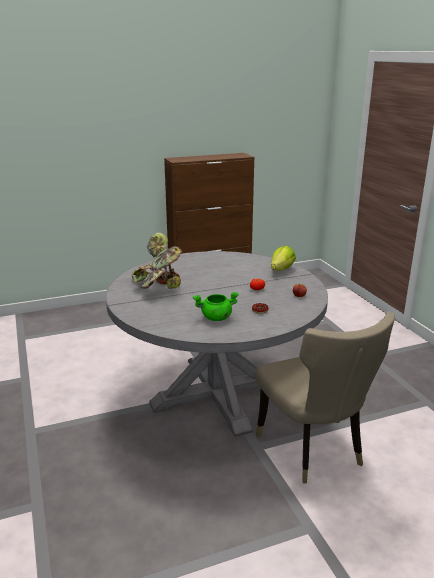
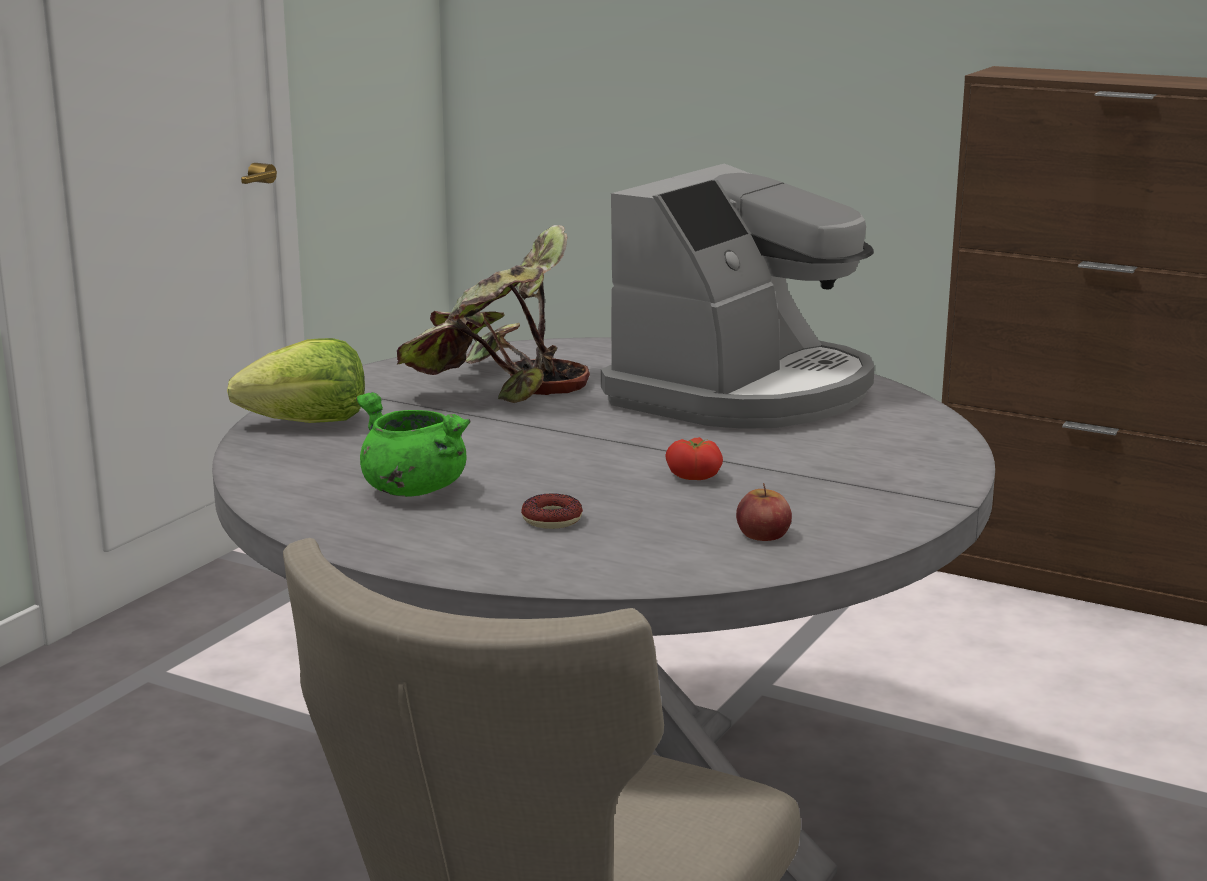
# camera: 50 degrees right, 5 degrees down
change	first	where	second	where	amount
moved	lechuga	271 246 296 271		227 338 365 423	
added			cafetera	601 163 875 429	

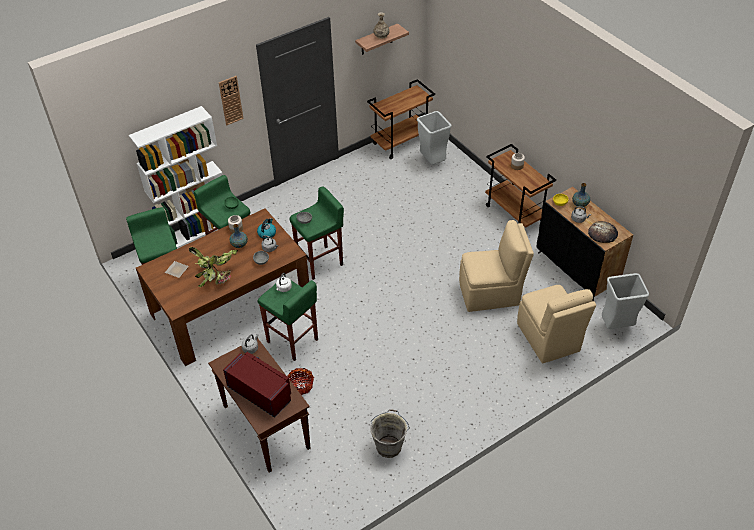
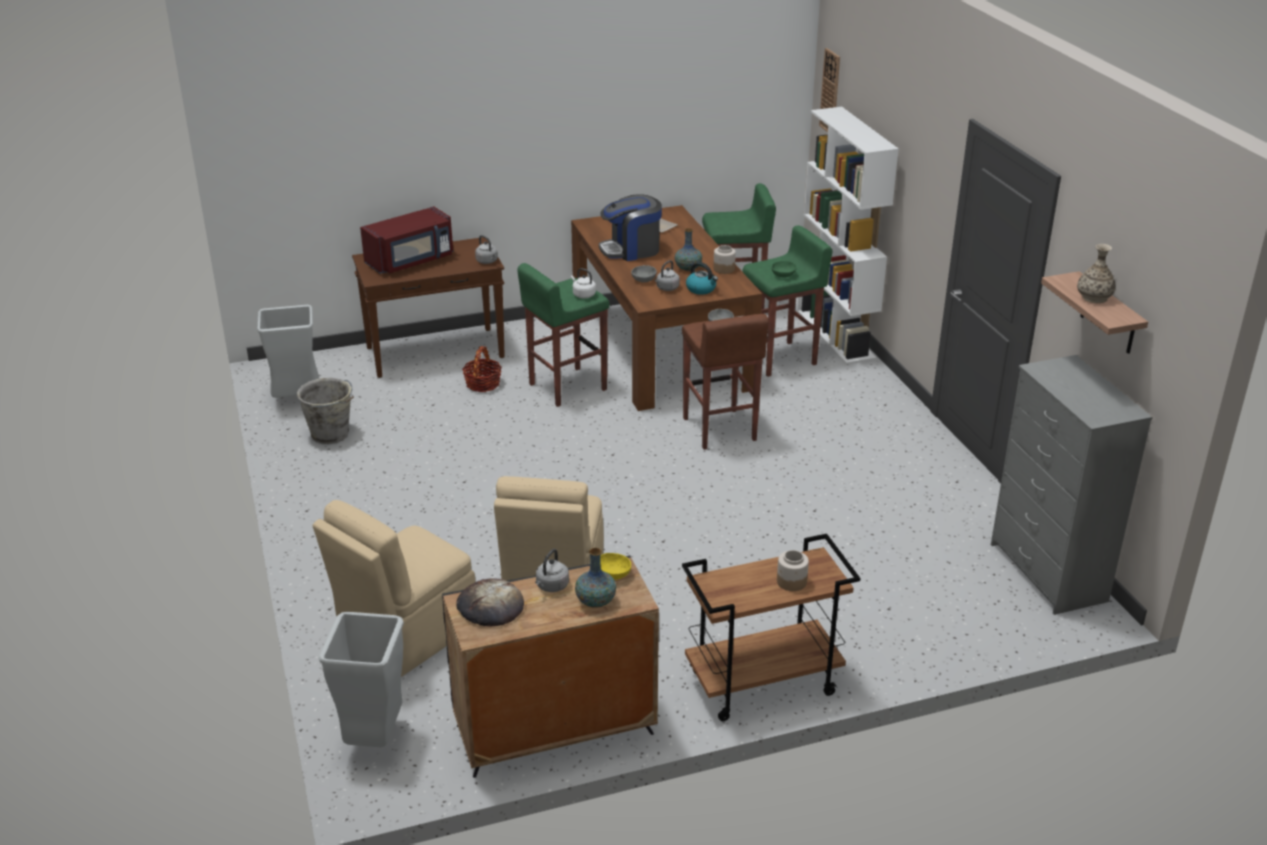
# camera: 105 degrees right, 15 degrees down
change	first	where	second	where	amount
replaced	planta en maceta	189 247 238 287	cafetera	599 194 662 261	
moved	reloj de pared	219 76 244 125		819 48 840 132	
recoloured	taburete [verde]	290 186 344 280	taburete [marrón]	682 314 768 450	
replaced	carrito [marrón]	367 79 435 159	cómoda [gris]	991 355 1153 615	
moved	papelera [gris]	417 111 451 165		257 305 319 398	
turned	silla [beis]	517 285 596 363		313 500 476 677	45 degrees counterclockwise

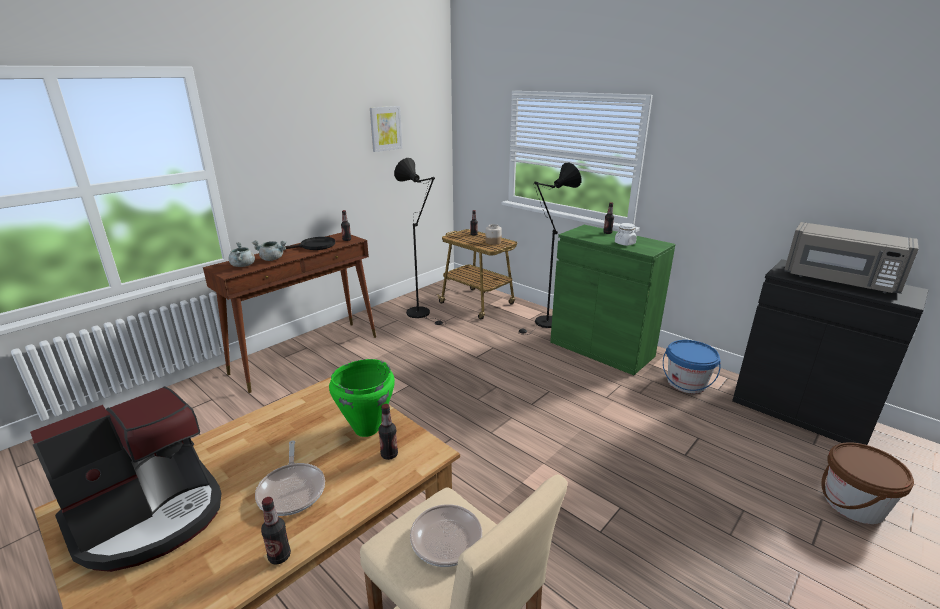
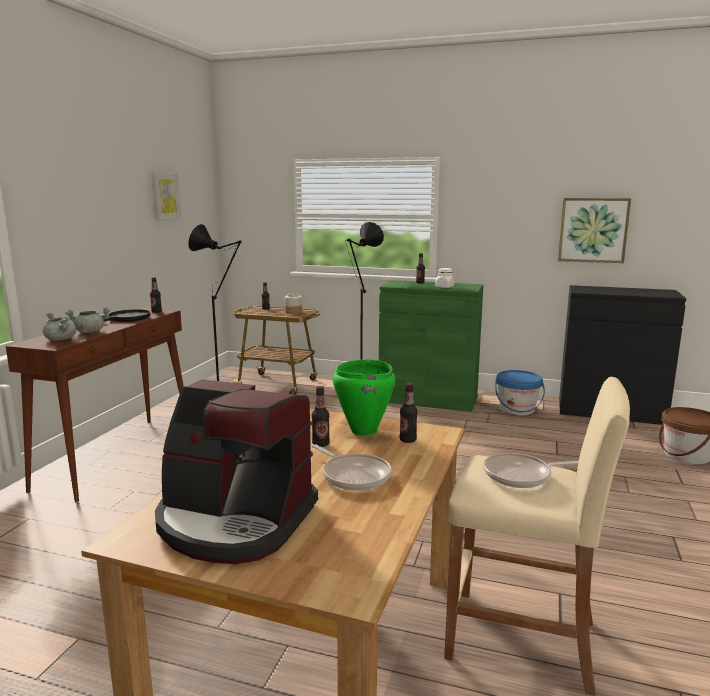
# camera: 25 degrees left, 10 degrees down
change	first	where	second	where	amount
turned	cafetera	30 386 221 572		155 379 318 564	90 degrees clockwise
moved	botella	261 497 291 564		312 386 330 447	
removed	microondas [gris]	784 222 919 294			
added			cuadro	558 198 631 263	

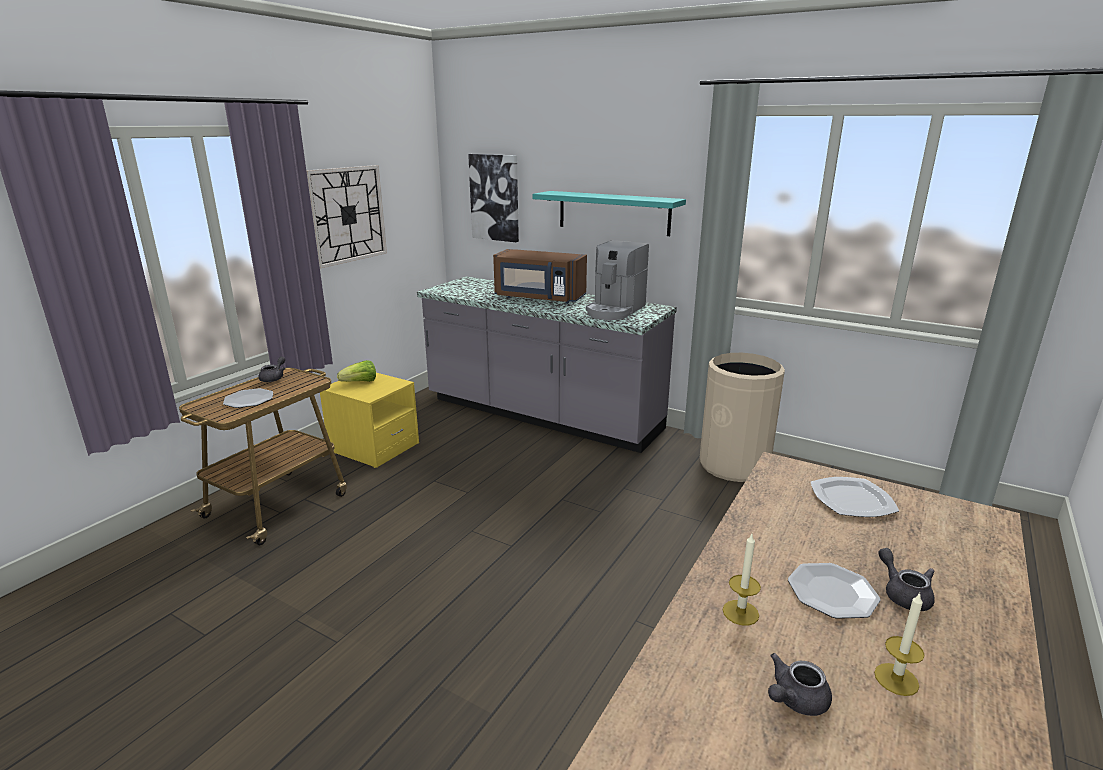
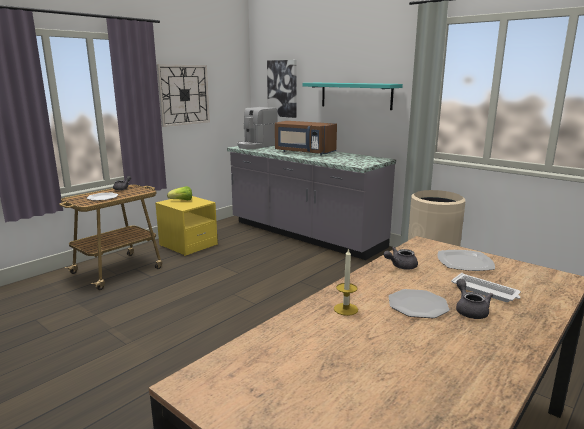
# camera: 10 degrees right, 5 degrees down
change	first	where	second	where	amount
moved	cafetera	586 240 649 320		237 107 277 149	
moved	tetera [gris]	768 653 832 716		383 247 418 269	
removed	vela	874 593 925 696			
added			bandeja [blanco]	451 273 521 302	

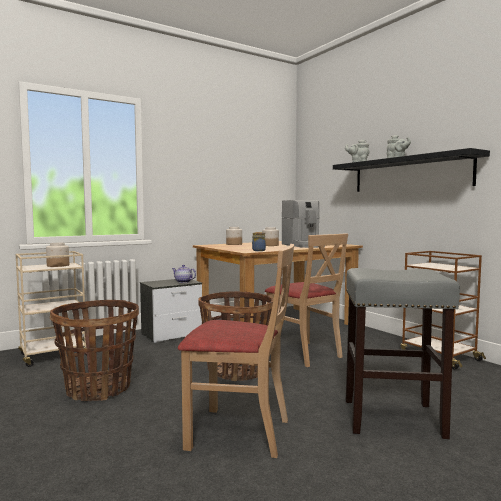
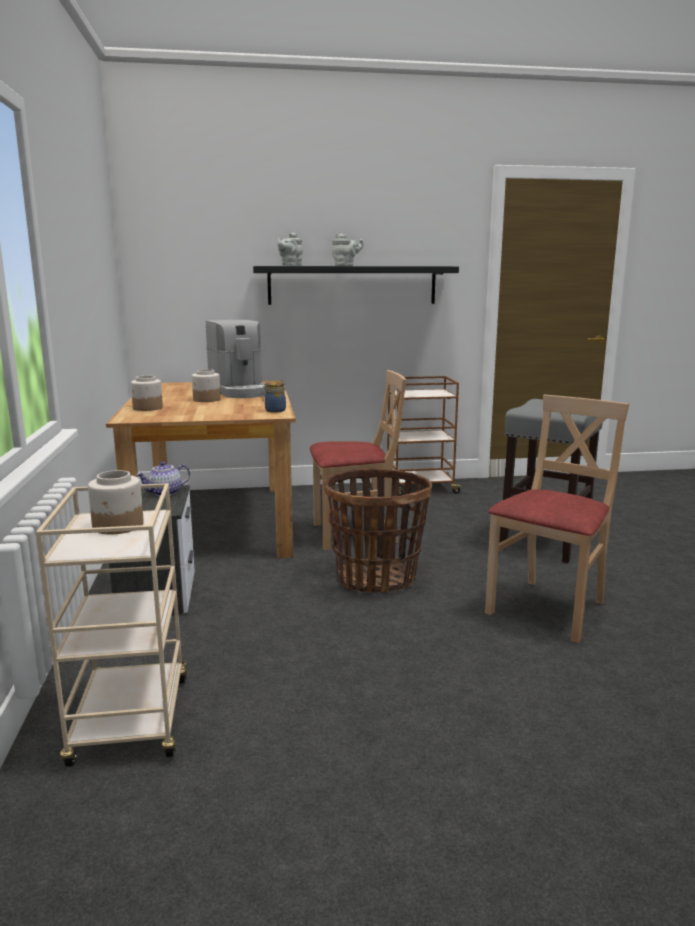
# camera: 65 degrees left, 10 degrees up
change	first	where	second	where	amount
removed	cesta	50 300 139 401			
turned	cafetera	282 200 325 248		206 319 265 398	60 degrees clockwise

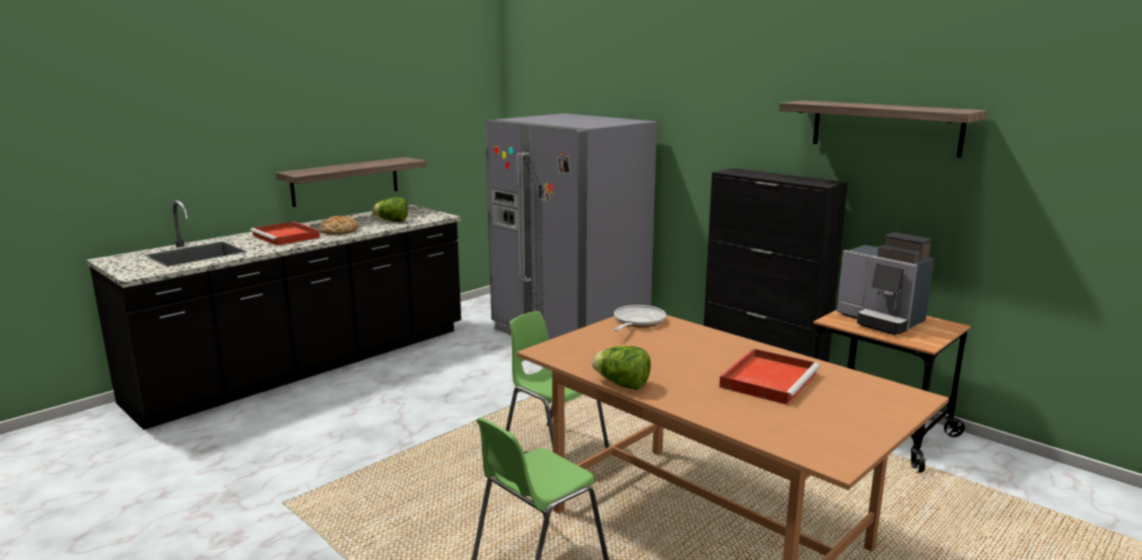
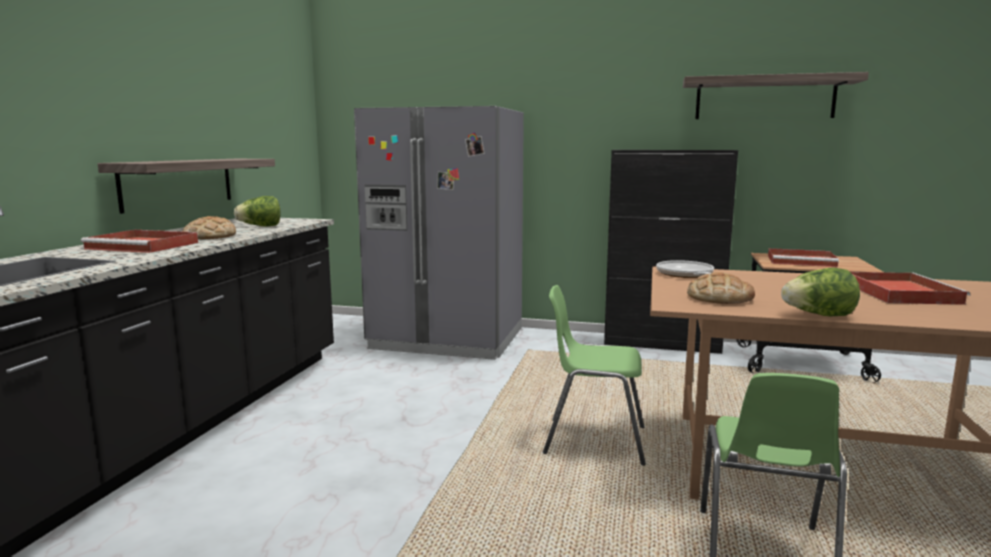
# camera: 30 degrees left, 5 degrees down
change	first	where	second	where	amount
replaced	cafetera	837 232 934 335	bandeja [rojo]	768 248 839 267	
added			pan	687 272 755 304	

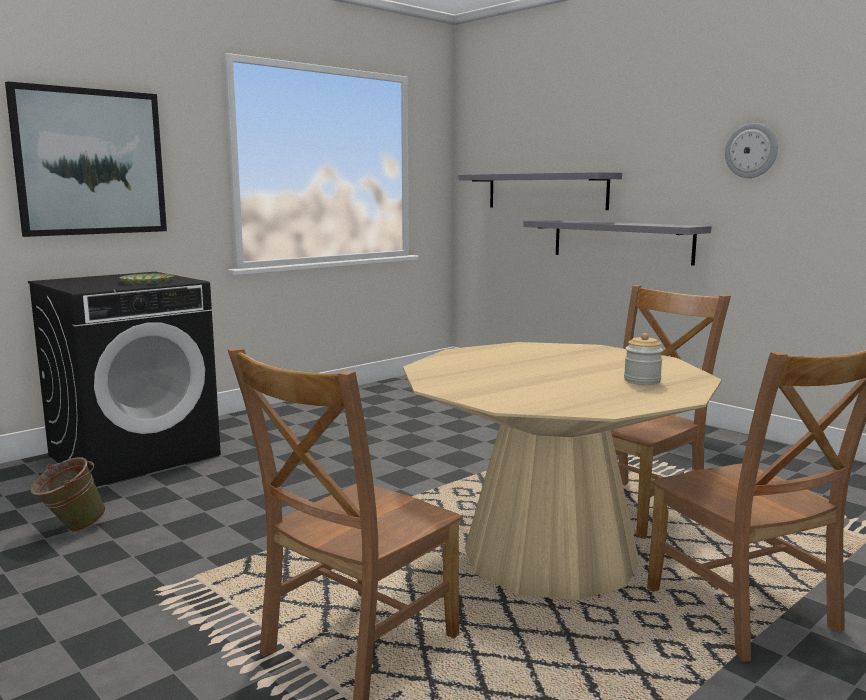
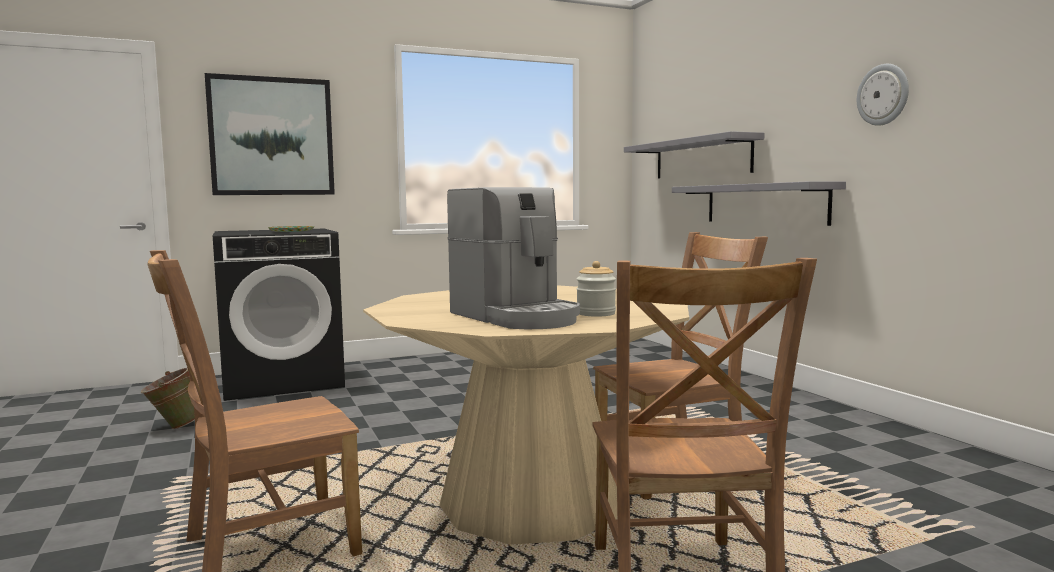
# camera: 20 degrees right, 5 degrees down
change	first	where	second	where	amount
added			cafetera	447 187 580 329	

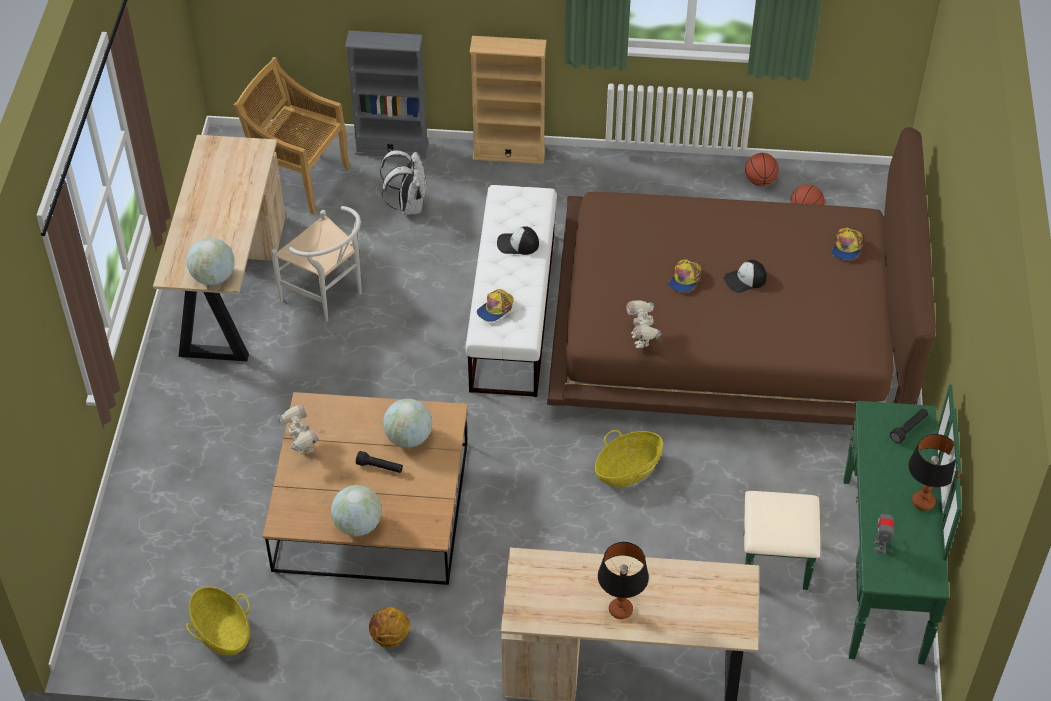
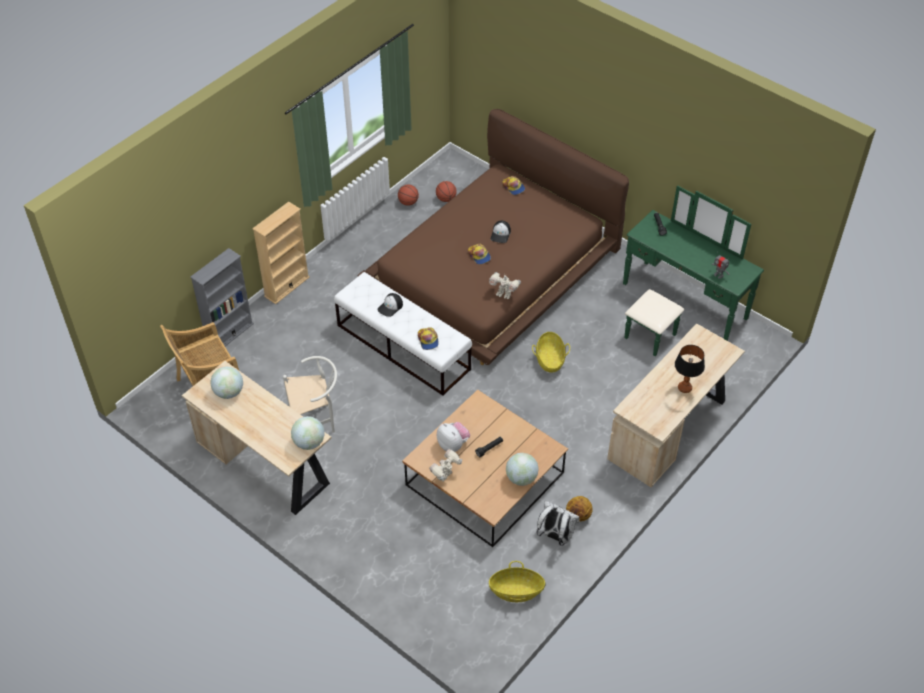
# camera: 55 degrees left, 0 degrees up
change	first	where	second	where	amount
turned	robot de juguete	278 405 319 454		429 449 462 482	60 degrees counterclockwise
moved	mochila [blanco]	380 150 427 215		537 501 580 546	
moved	globo terráqueo	383 399 432 448		210 367 243 399	
removed	lámpara de mesa	908 434 955 511			
added			peluche	437 422 470 452	

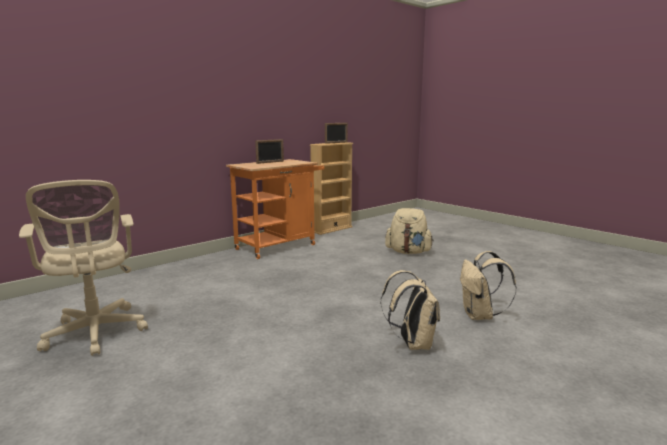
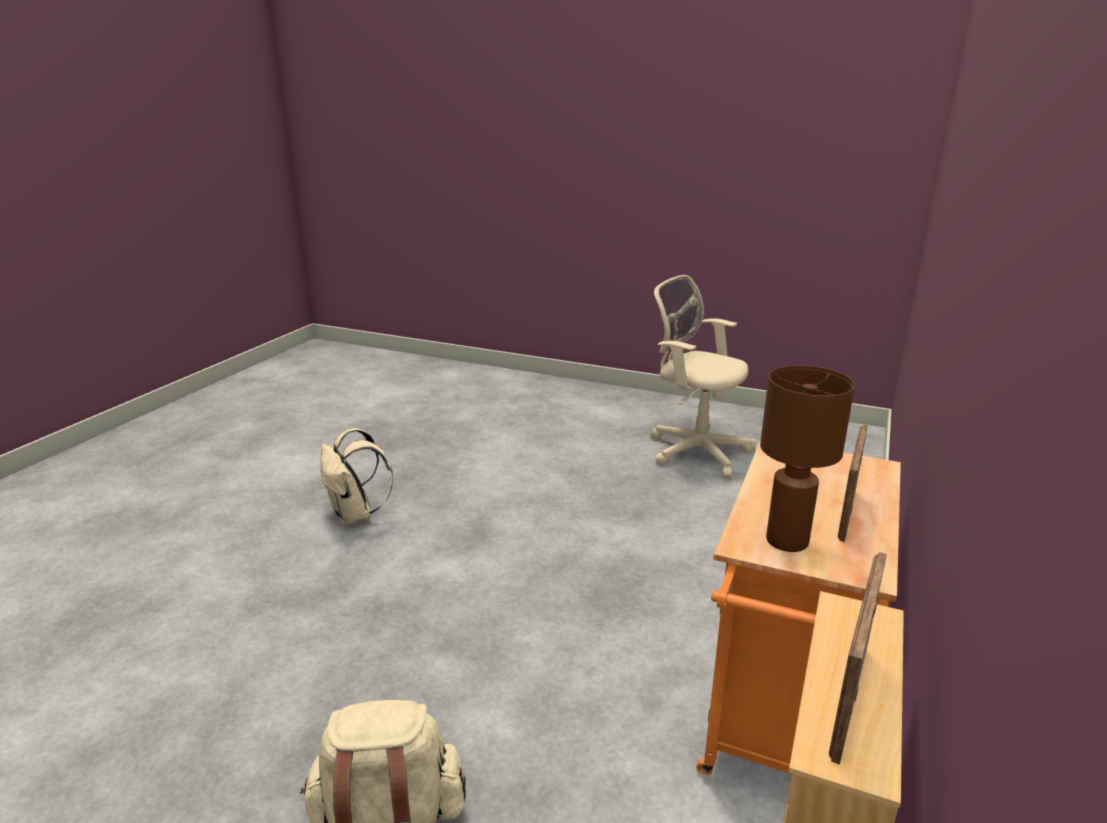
# camera: 155 degrees right, 10 degrees up
change	first	where	second	where	amount
removed	mochila [beis]	460 251 516 320			
added			lámpara de mesa [marrón]	760 365 855 552	

